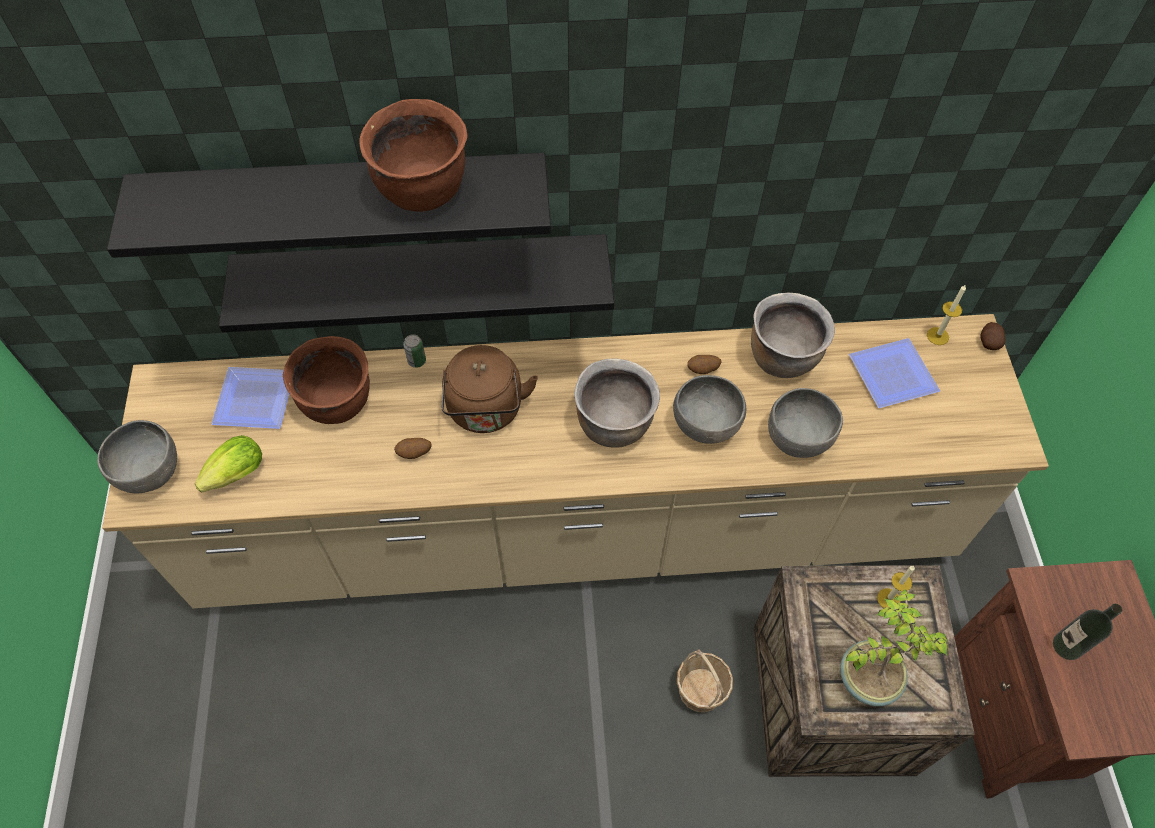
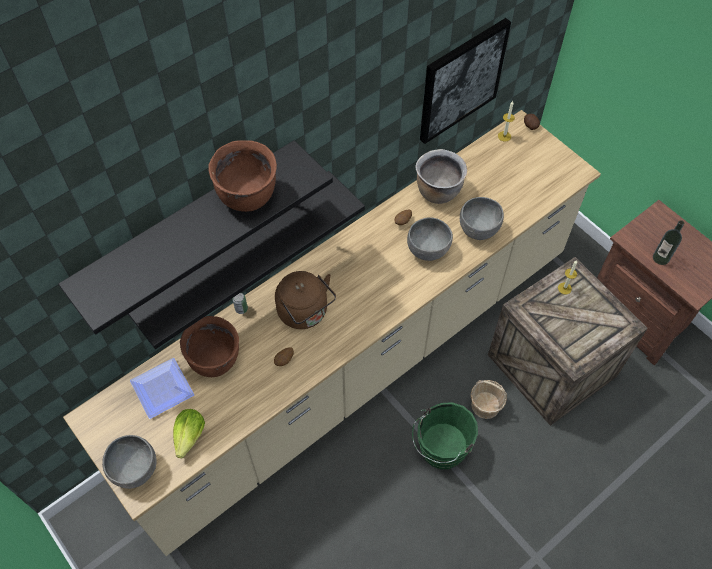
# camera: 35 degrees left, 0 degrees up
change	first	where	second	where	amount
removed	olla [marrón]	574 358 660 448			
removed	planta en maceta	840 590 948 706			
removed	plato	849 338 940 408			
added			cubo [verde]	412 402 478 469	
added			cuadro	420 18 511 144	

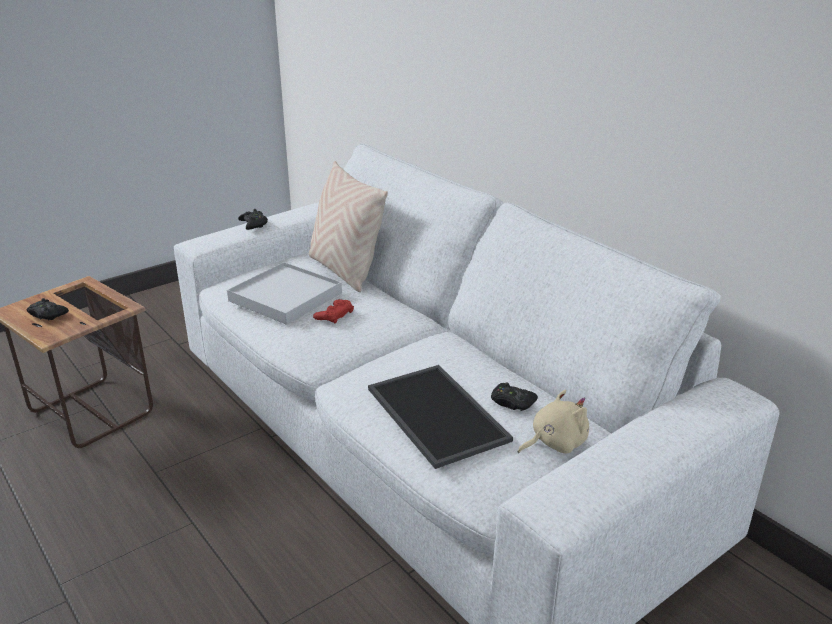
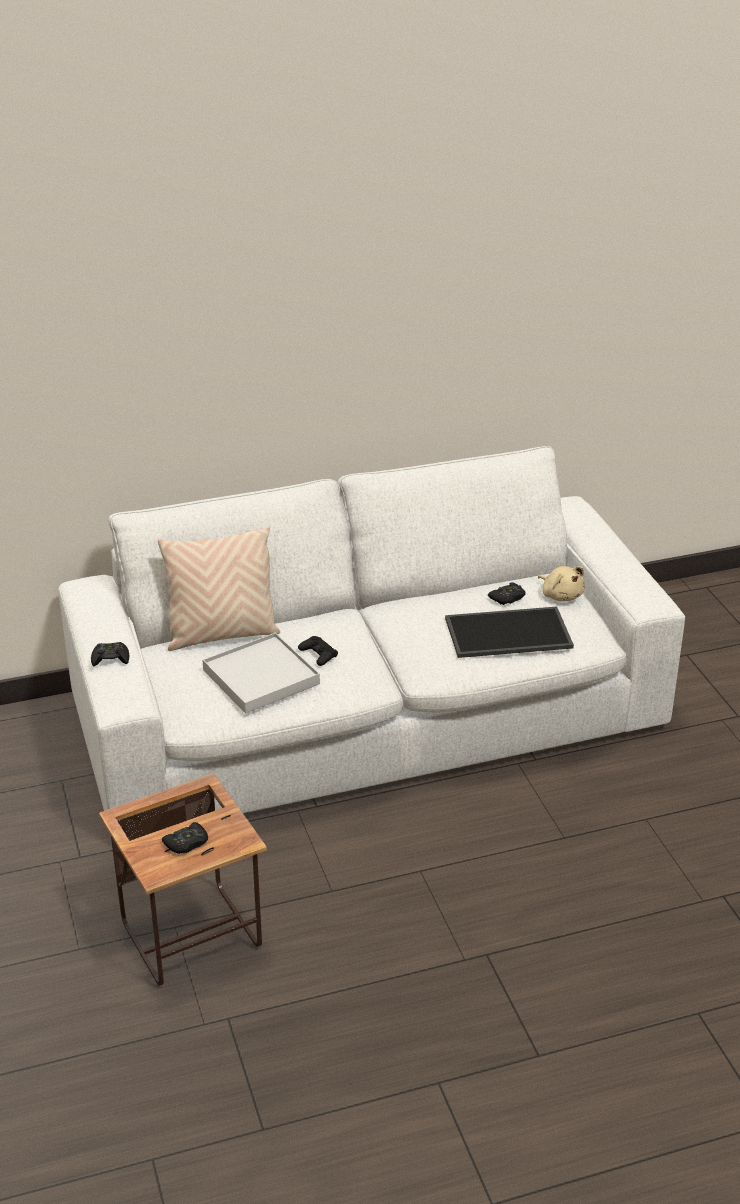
# camera: 70 degrees left, 5 degrees up
change	first	where	second	where	amount
recoloured	mando de consola [rojo]	313 299 354 324	mando de consola [negro]	298 636 338 666	
turned	peluche [beis]	518 390 589 453		538 566 585 602	150 degrees clockwise

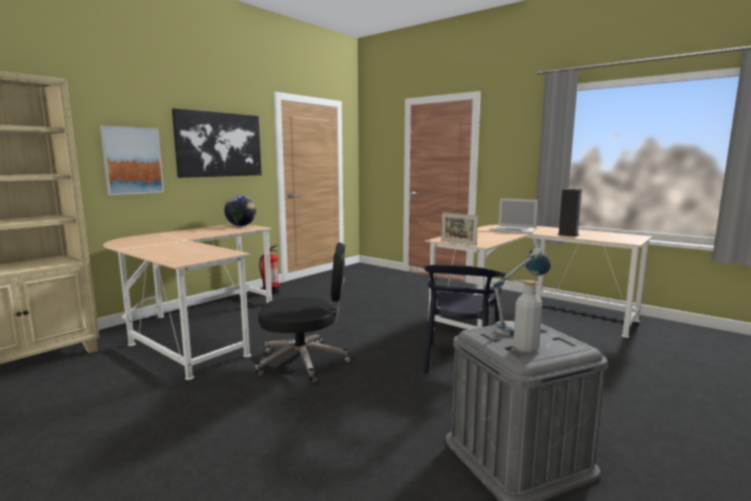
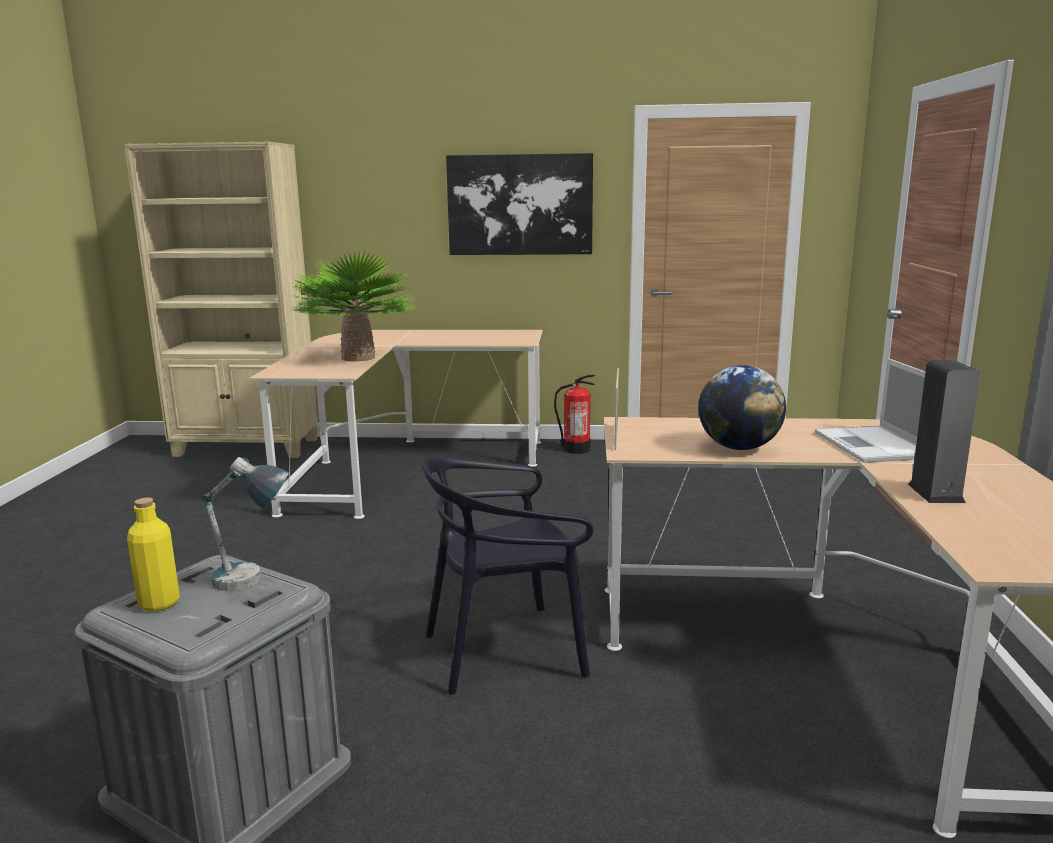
# camera: 55 degrees right, 5 degrees up
change	first	where	second	where	amount
removed	cuadro	100 126 164 195			
moved	globo terráqueo	224 195 256 226		699 365 786 450	
removed	silla de oficina [negro]	255 243 352 384			
recoloured	botella [gris]	513 280 542 353	botella [amarillo]	127 498 180 612	
added			planta en maceta	290 251 418 362	

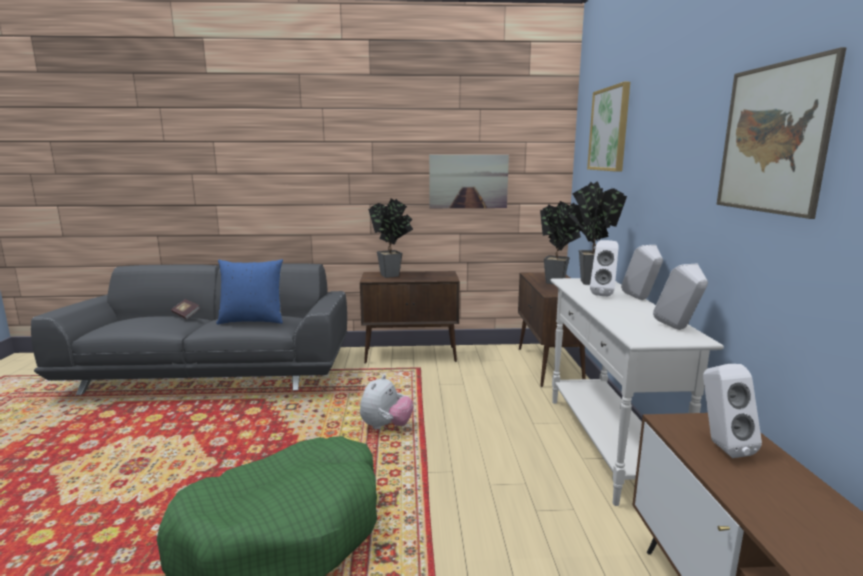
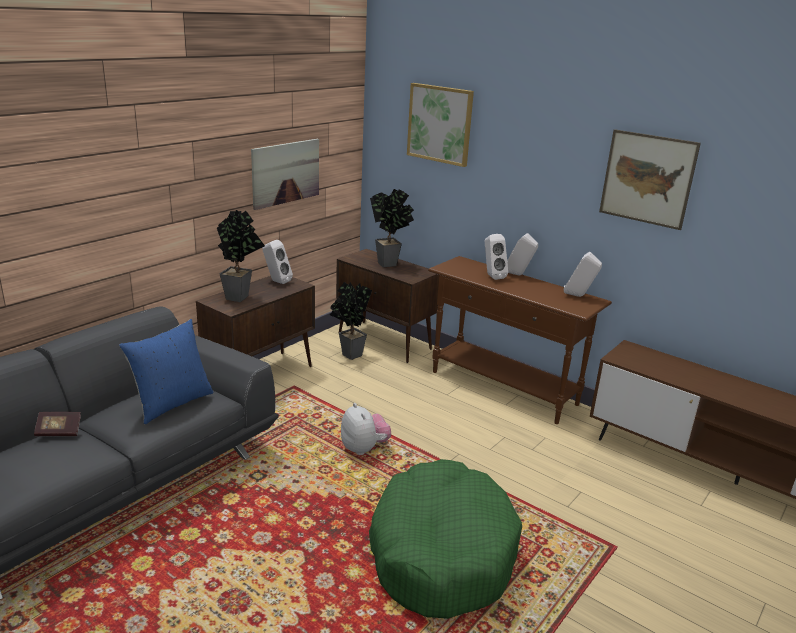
# camera: 50 degrees left, 10 degrees up
change	first	where	second	where	amount
recoloured	mesa consola [blanco]	550 278 724 506	mesa consola [marrón]	428 256 612 424	
moved	planta en maceta	566 181 627 285		330 282 372 360	
moved	altavoz [blanco]	703 364 762 458		262 240 293 284	

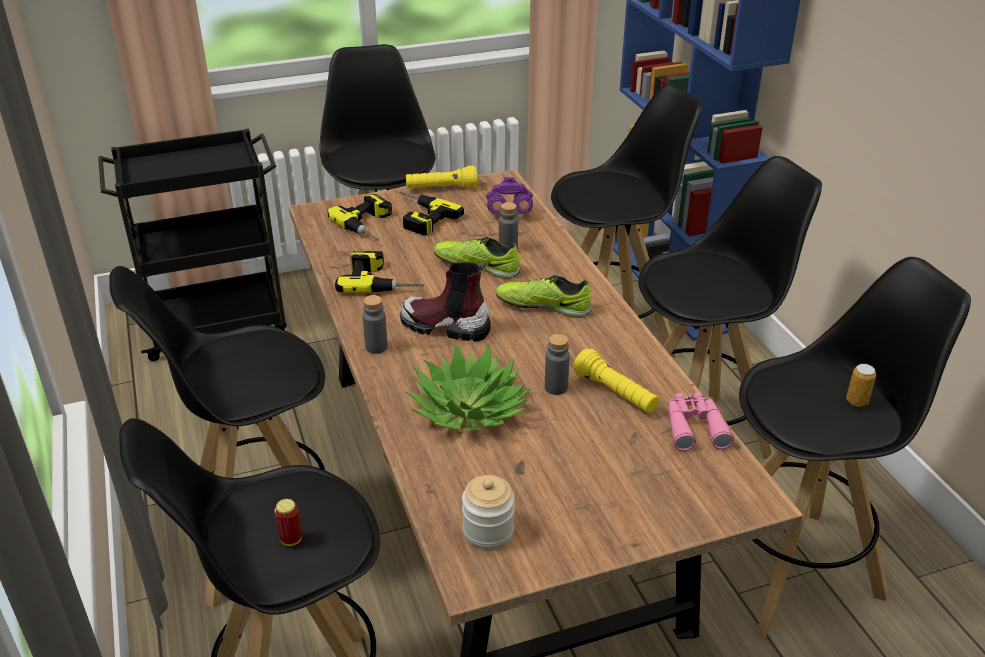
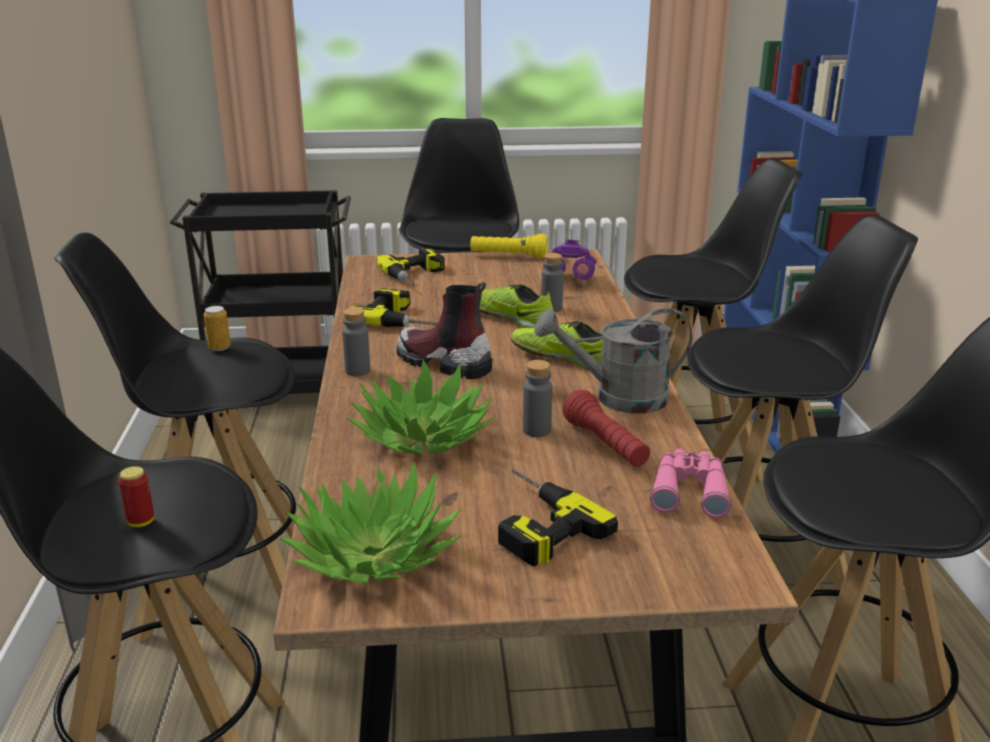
# camera: 15 degrees right, 10 degrees down
change	first	where	second	where	amount
moved	taladro	399 192 464 236		498 469 618 567	
replaced	tarro	462 475 515 550	planta en maceta	279 462 461 583	
recoloured	linterna [amarillo]	573 349 659 413	linterna [rojo]	562 390 650 467	
moved	lata	846 364 876 407		204 306 231 351	
added			regadera [gris]	535 308 692 413	

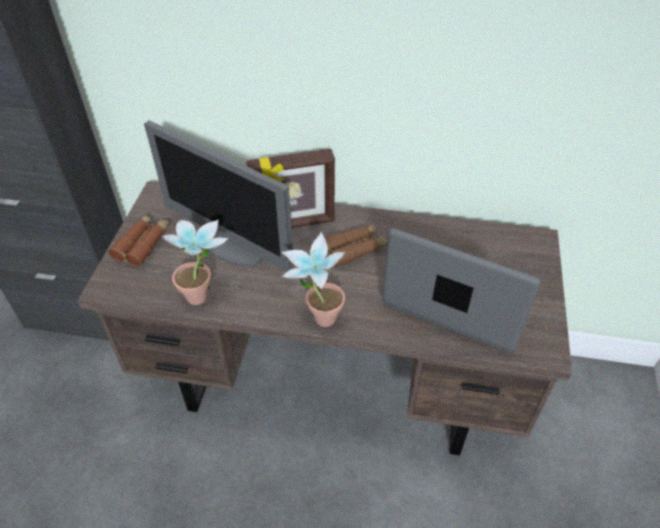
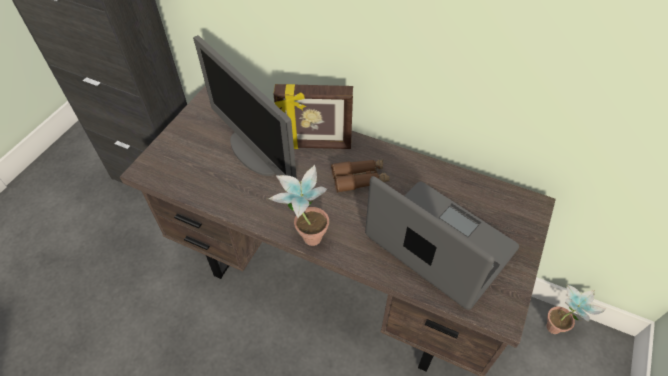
# camera: 15 degrees right, 5 degrees up
change	first	where	second	where	amount
removed	prismáticos [marrón]	109 214 169 267			
moved	planta en maceta	161 220 228 305		546 285 606 334	

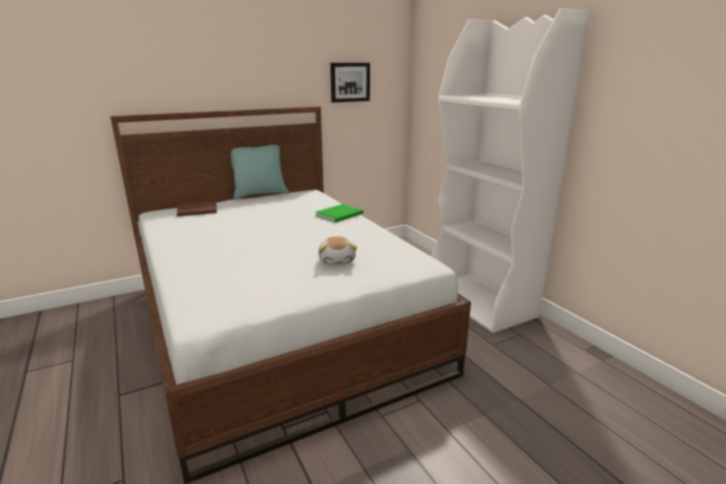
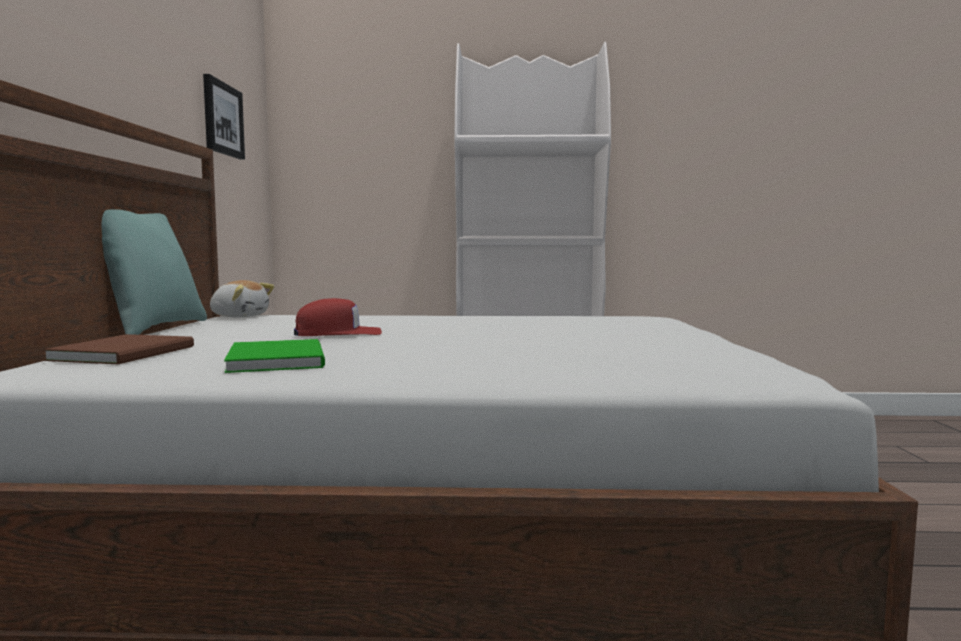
# camera: 60 degrees left, 15 degrees down
change	first	where	second	where	amount
moved	libro [verde]	316 204 363 222		224 339 325 373	
moved	peluche	318 236 357 265		210 280 275 317	
added			gorra [rojo]	294 298 382 336	

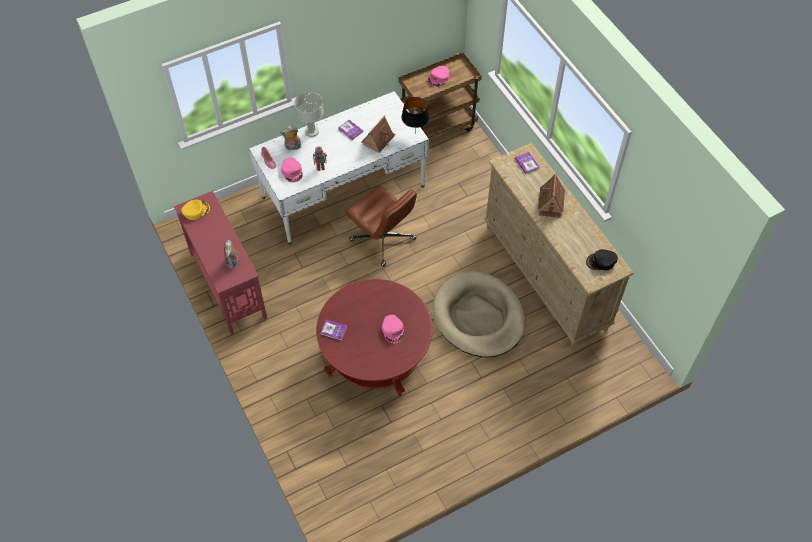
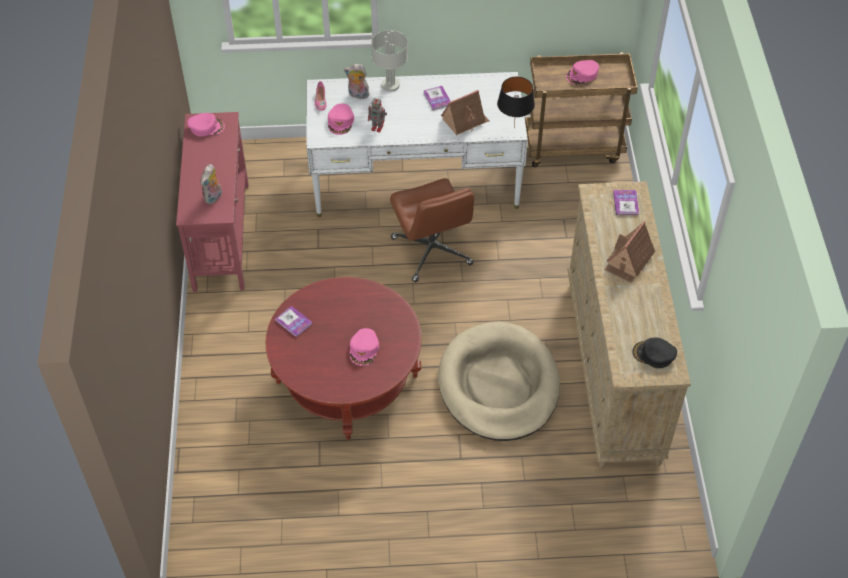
# camera: 25 degrees right, 5 degrees down
change	first	where	second	where	amount
recoloured	gorra [amarillo]	181 200 210 220	gorra [rosa]	187 113 225 137	

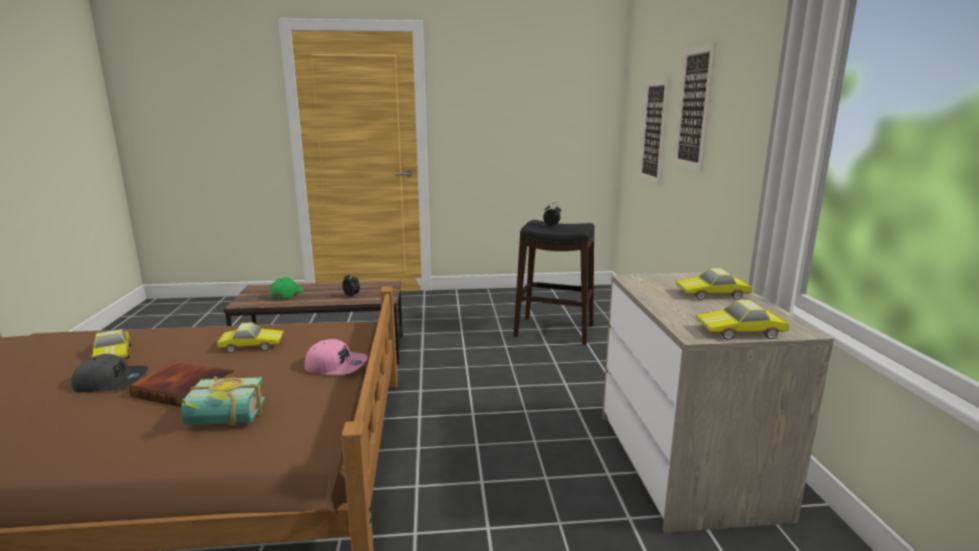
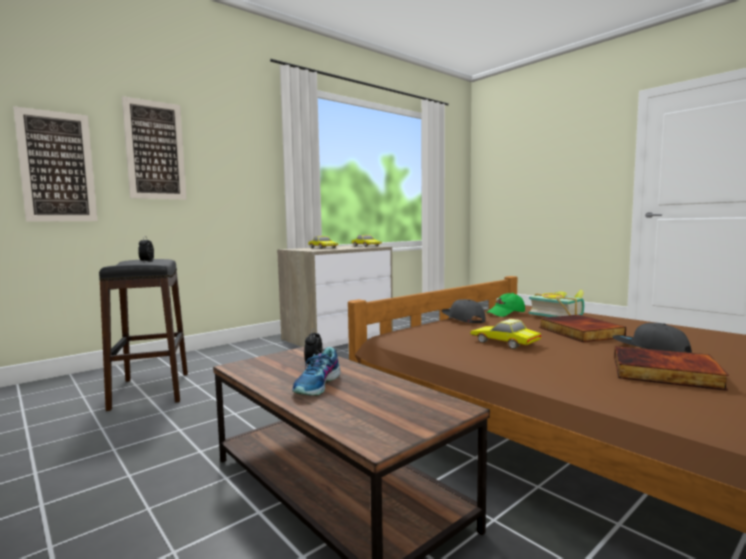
# camera: 125 degrees left, 10 degrees down
change	first	where	second	where	amount
replaced	coche de juguete	91 329 132 359	libro	614 346 729 391	
moved	gorra [verde]	270 277 304 299		486 293 525 317	
recoloured	gorra [rosa]	304 339 368 375	gorra [gris]	441 299 486 323	
added			zapato	292 347 340 396	

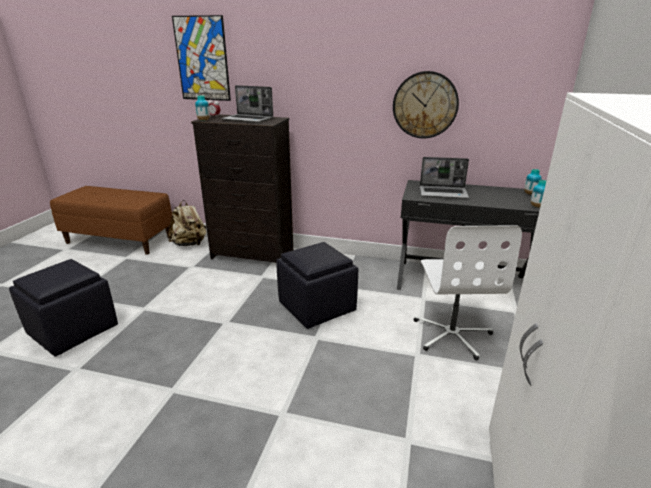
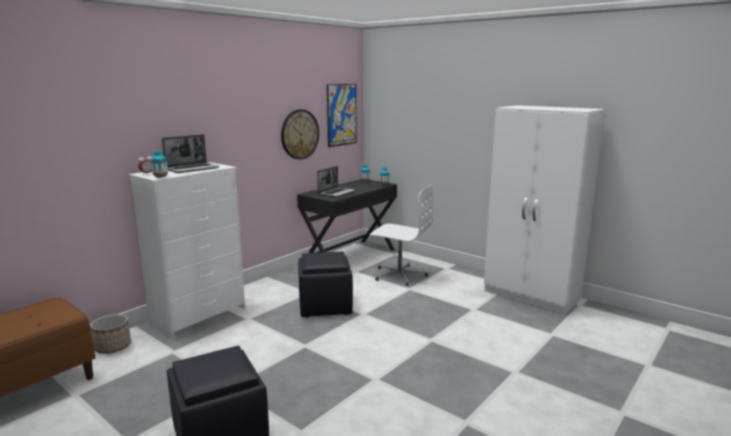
# camera: 65 degrees left, 10 degrees down
change	first	where	second	where	amount
replaced	mochila [beis]	168 200 206 246	maceta	90 314 131 354	
moved	cuadro	172 15 231 101		327 84 357 147	
recoloured	cómoda [negro]	191 114 293 263	cómoda [blanco]	129 162 245 339	

